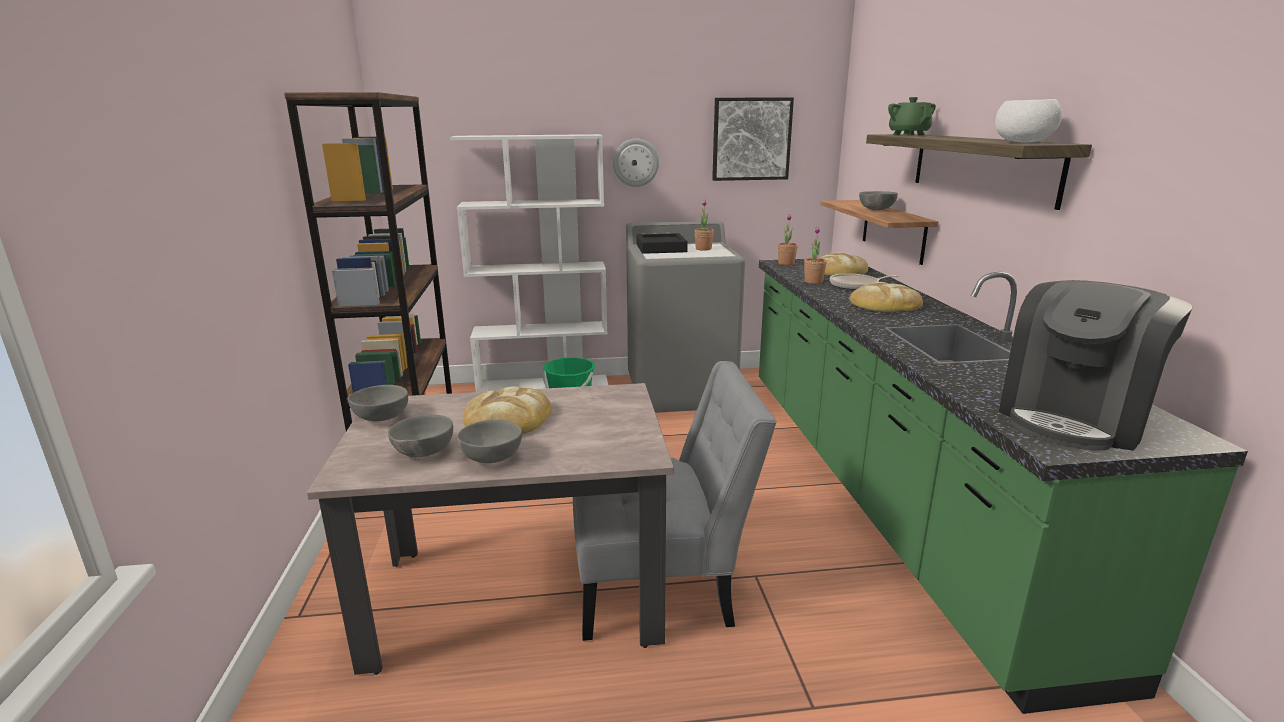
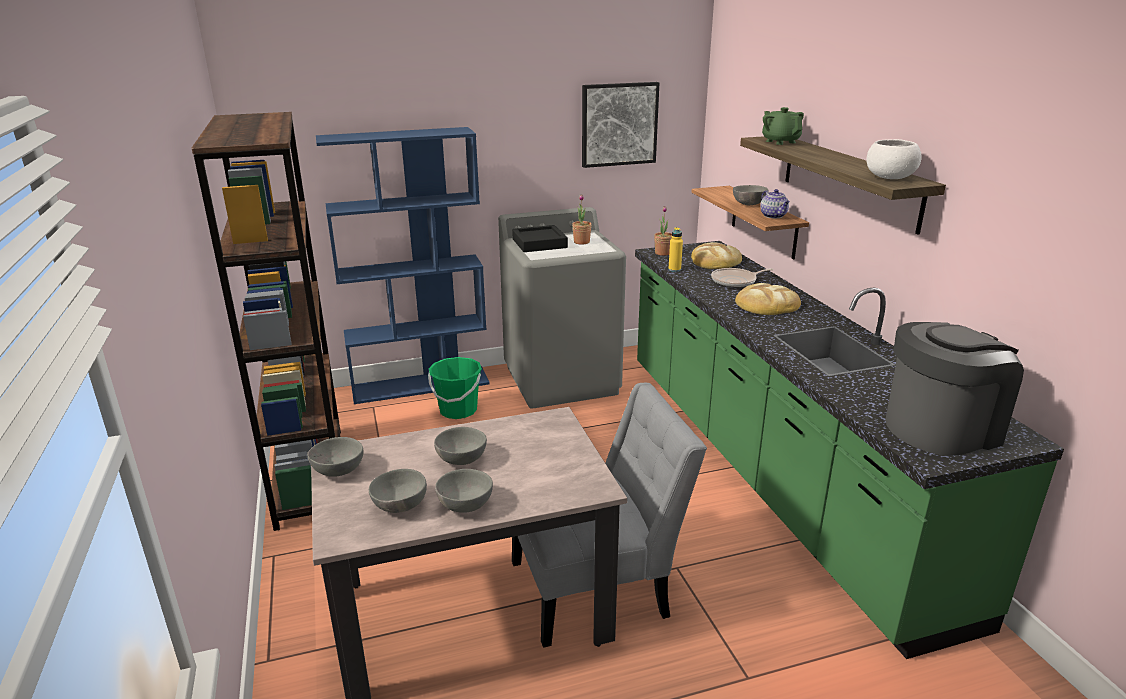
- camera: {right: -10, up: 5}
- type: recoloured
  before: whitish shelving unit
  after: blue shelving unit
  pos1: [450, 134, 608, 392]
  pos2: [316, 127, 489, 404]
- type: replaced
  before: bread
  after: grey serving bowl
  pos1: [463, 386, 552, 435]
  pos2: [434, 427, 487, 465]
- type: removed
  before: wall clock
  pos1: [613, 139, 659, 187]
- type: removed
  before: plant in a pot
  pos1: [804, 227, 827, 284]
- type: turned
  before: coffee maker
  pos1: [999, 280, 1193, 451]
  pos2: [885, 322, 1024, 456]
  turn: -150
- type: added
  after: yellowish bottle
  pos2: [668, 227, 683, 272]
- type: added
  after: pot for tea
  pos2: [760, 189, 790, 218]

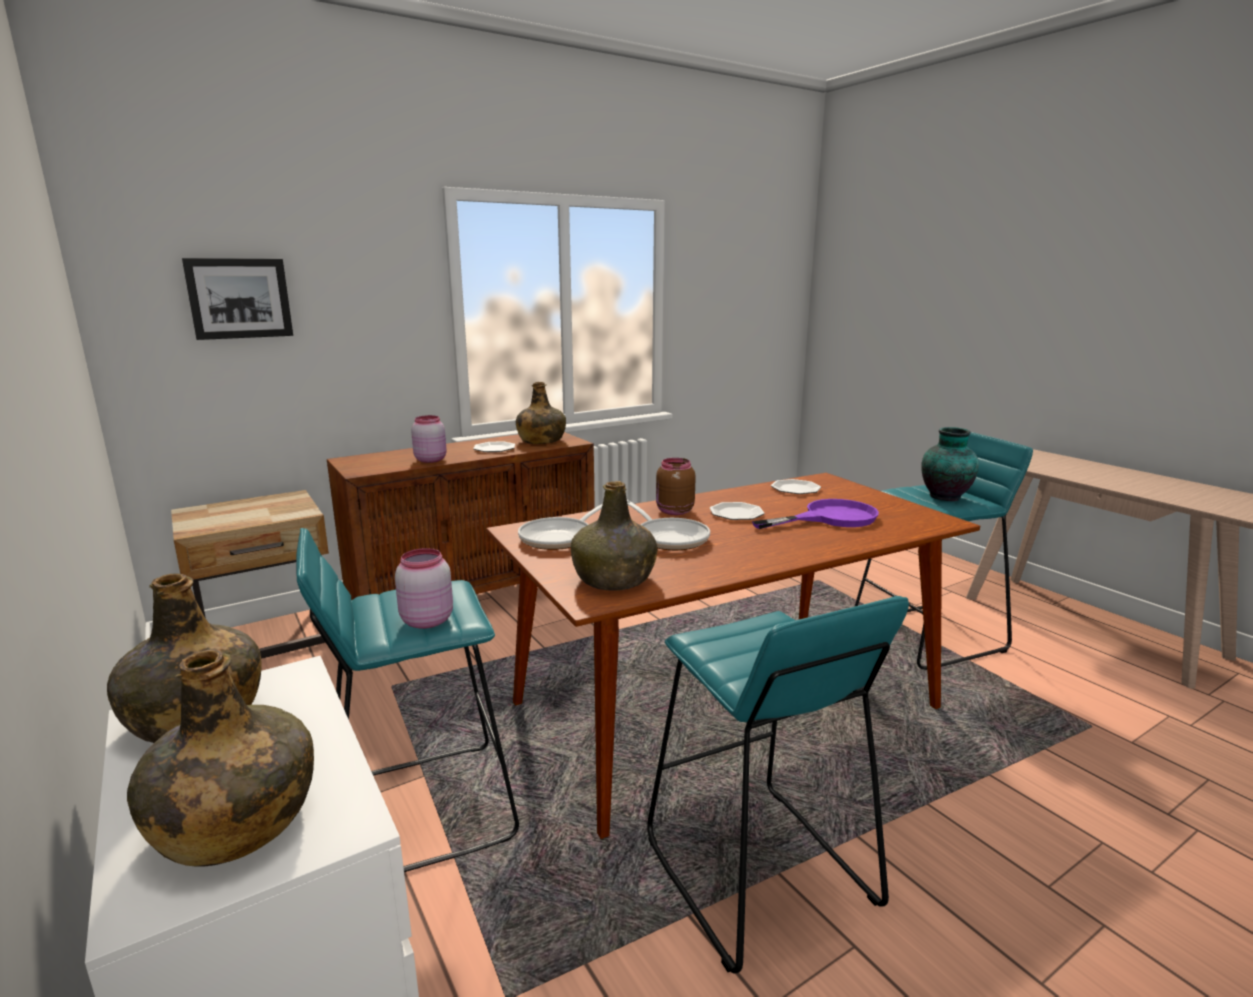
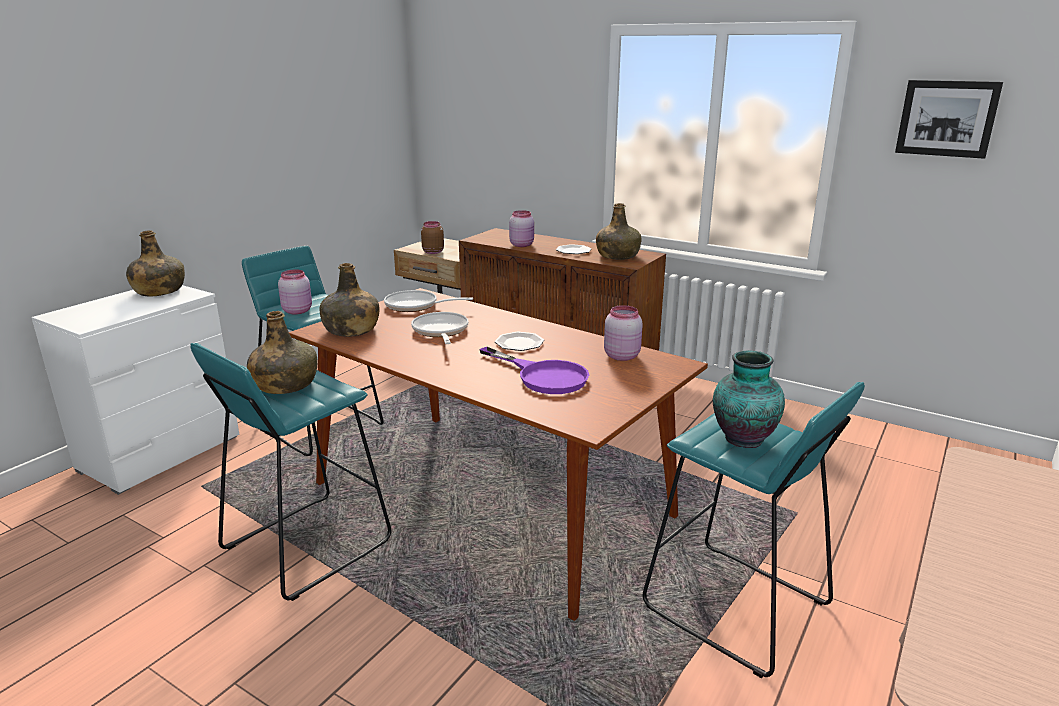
- camera: {right: 65, up: 5}
- type: moved
  before: green bottle
  pos1: [127, 649, 314, 867]
  pos2: [247, 311, 317, 394]
- type: moved
  before: picture
  pos1: [182, 258, 293, 340]
  pos2: [895, 80, 1003, 159]
- type: turned
  before: frying pan
  pos1: [627, 500, 710, 550]
  pos2: [411, 312, 469, 344]
  turn: 135
- type: moved
  before: brown preserve jar
  pos1: [656, 458, 696, 515]
  pos2: [421, 221, 444, 254]
- type: replaced
  before: dinner plate
  after: pink-coloured preserve jar
  pos1: [771, 479, 821, 494]
  pos2: [604, 305, 643, 361]

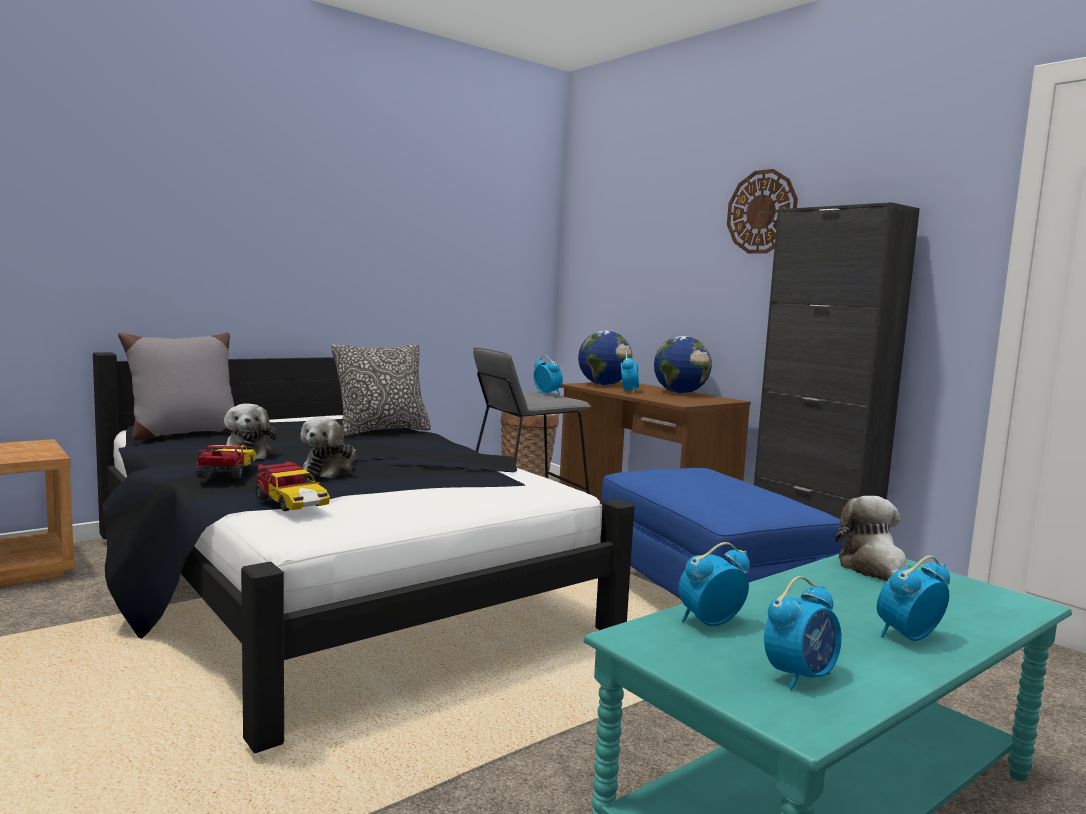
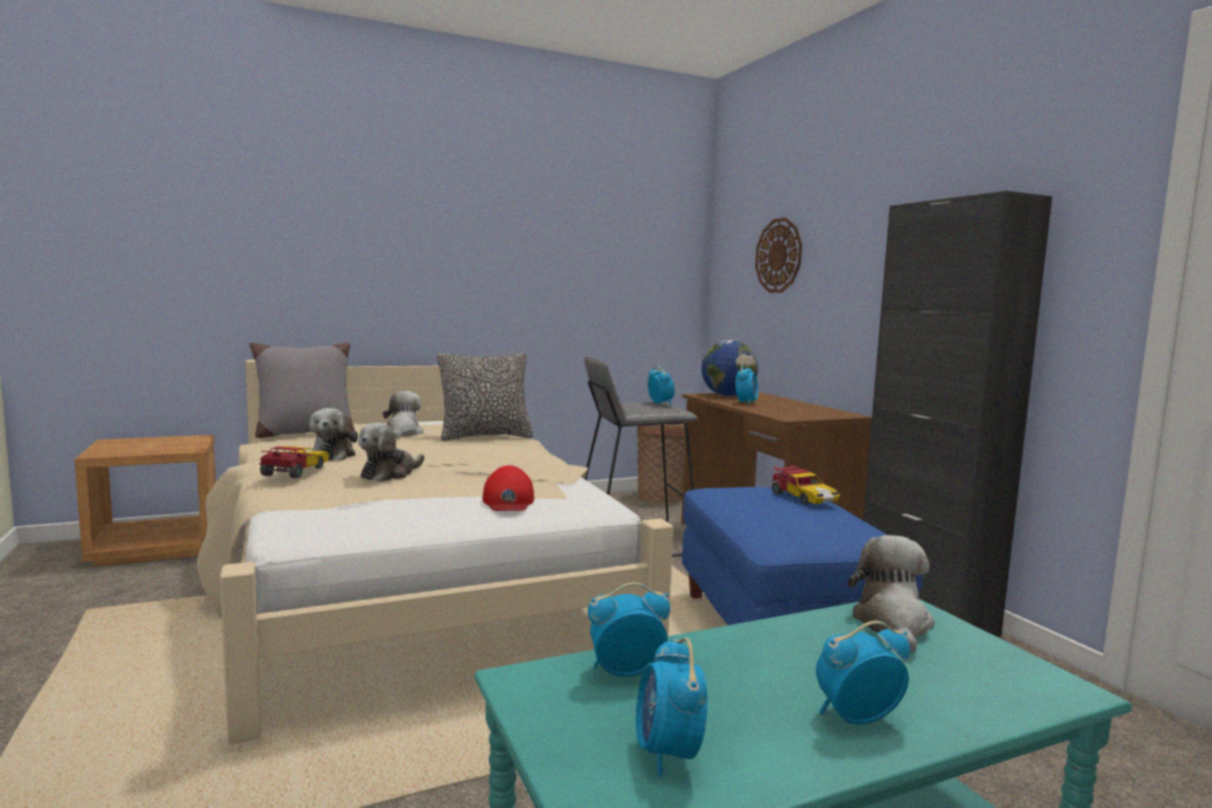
- camera: {right: 15, up: 0}
- type: recoloured
  before: black bed
  after: beige bed
  pos1: [93, 352, 634, 753]
  pos2: [197, 360, 673, 744]
- type: moved
  before: model car
  pos1: [255, 461, 330, 511]
  pos2: [772, 465, 840, 505]
- type: removed
  before: desk globe
  pos1: [654, 336, 712, 393]
- type: moved
  before: wall clock
  pos1: [727, 169, 798, 254]
  pos2: [755, 218, 802, 293]
- type: turned
  before: table clock
  pos1: [764, 576, 841, 690]
  pos2: [636, 637, 708, 777]
  turn: 105
- type: added
  after: soft toy
  pos2: [383, 391, 424, 438]
- type: added
  after: reddish cap
  pos2: [482, 465, 534, 511]

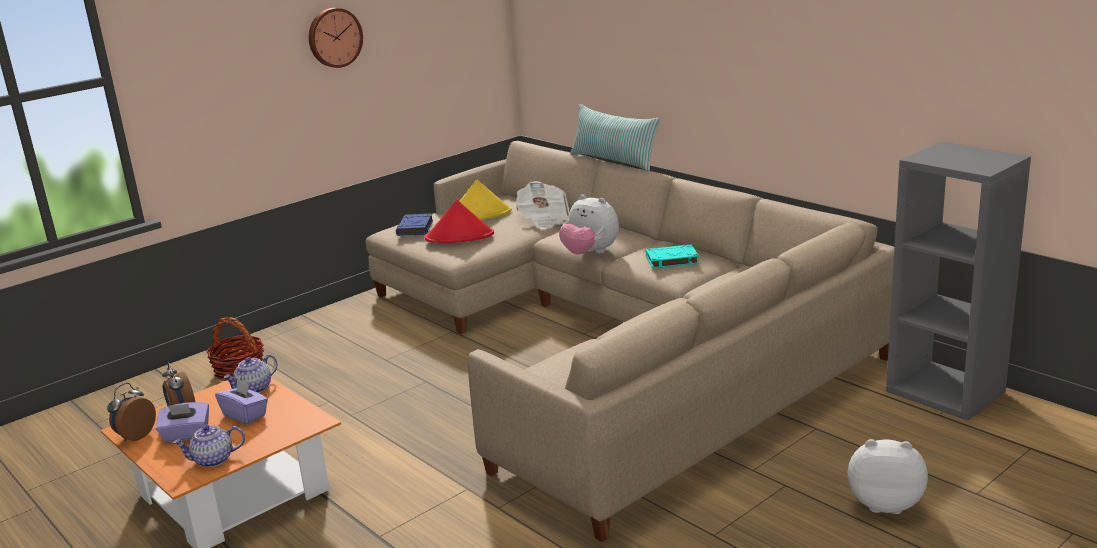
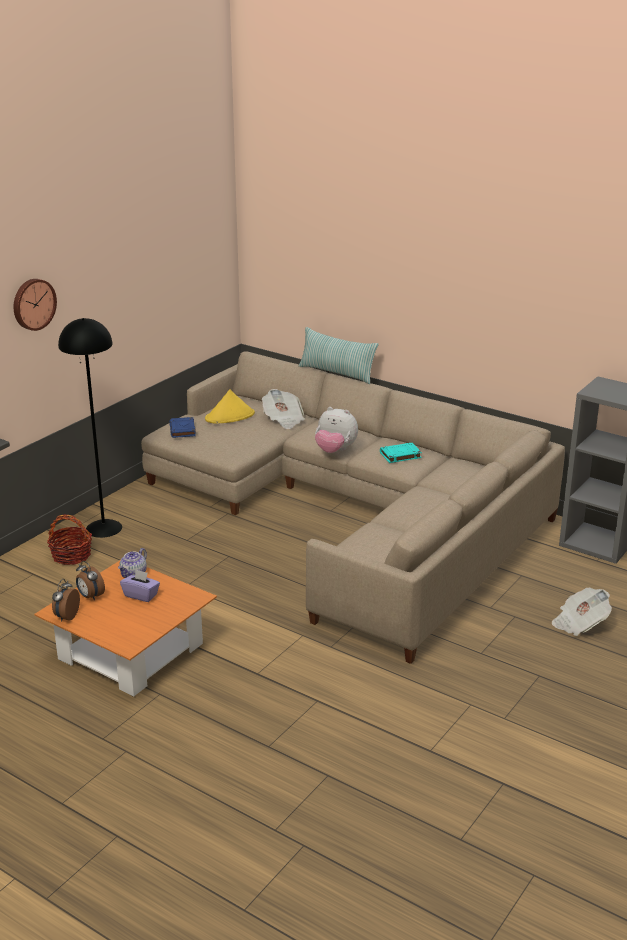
- camera: {right: -15, up: 5}
- type: removed
  before: purple-coloured tissue holder
  pos1: [156, 402, 209, 442]
- type: removed
  before: pot for tea
  pos1: [173, 425, 245, 468]
- type: moved
  before: wall clock
  pos1: [309, 8, 363, 68]
  pos2: [14, 279, 57, 331]
- type: removed
  before: reddish hat
  pos1: [425, 200, 494, 243]
- type: replaced
  before: soft toy
  after: newspaper
  pos1: [847, 439, 928, 514]
  pos2: [552, 588, 612, 636]
- type: added
  after: black standard lamp
  pos2: [58, 318, 122, 538]

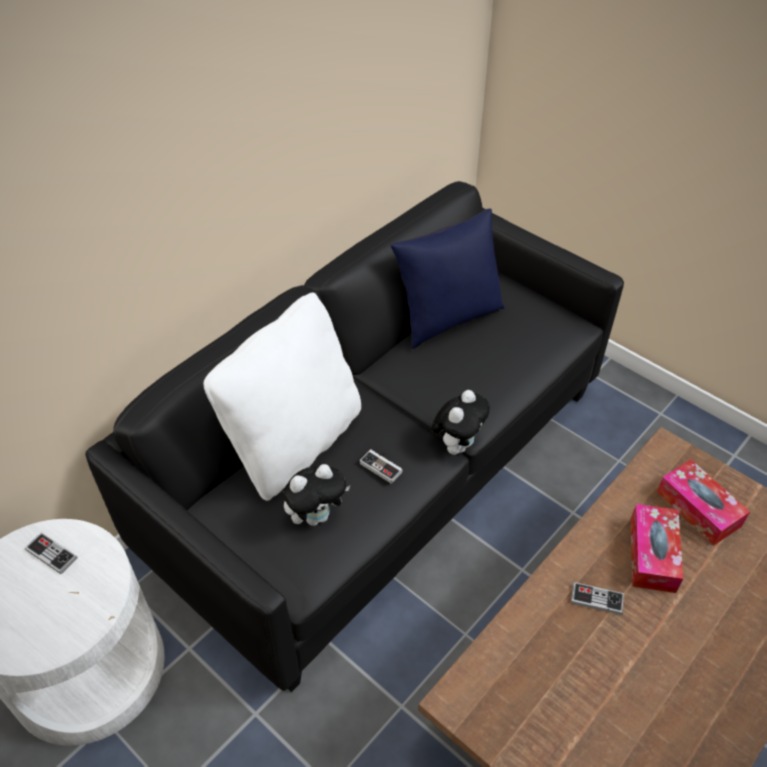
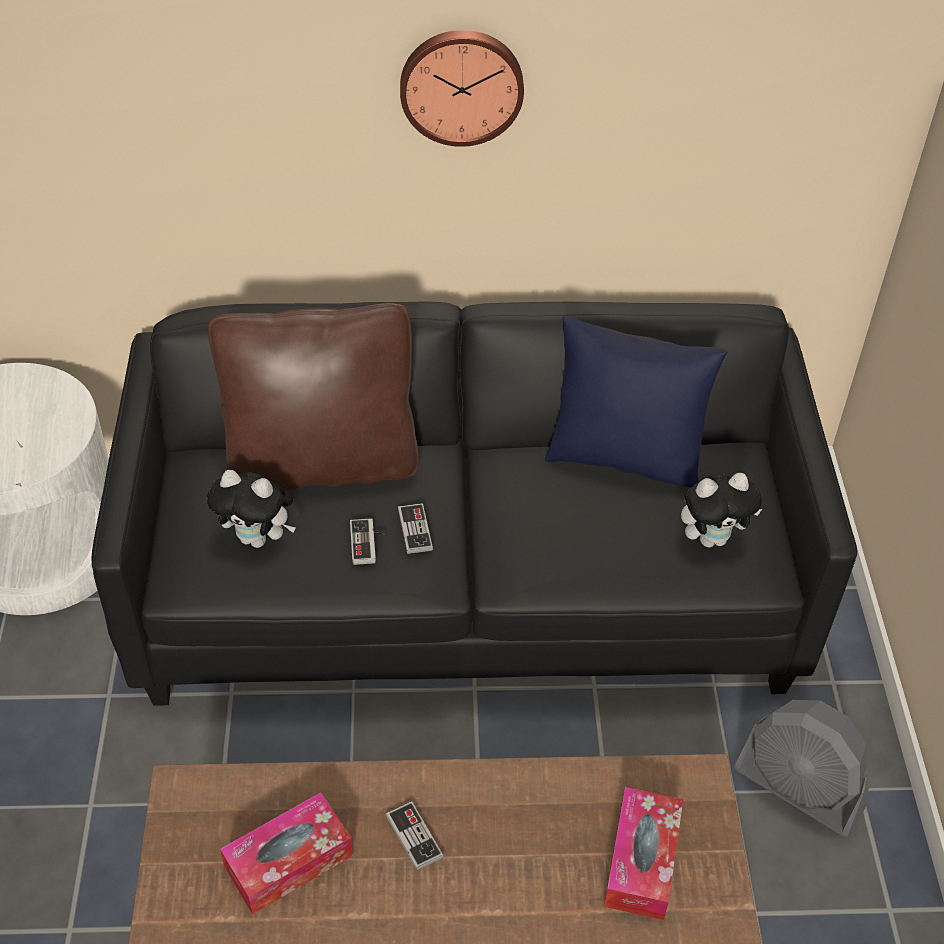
- camera: {right: 45, up: 0}
- type: moved
  before: joypad
  pos1: [25, 532, 77, 574]
  pos2: [398, 503, 433, 554]
- type: recoloured
  before: whitish cushion
  after: brown cushion
  pos1: [204, 292, 361, 501]
  pos2: [208, 303, 419, 491]
- type: moved
  before: soft toy
  pos1: [431, 390, 490, 455]
  pos2: [681, 473, 762, 548]
- type: moved
  before: tissue holder
  pos1: [631, 504, 683, 593]
  pos2: [220, 792, 353, 915]
- type: added
  after: wall clock
  pos2: [400, 30, 524, 147]
- type: added
  after: grey electric fan
  pos2: [734, 700, 869, 837]

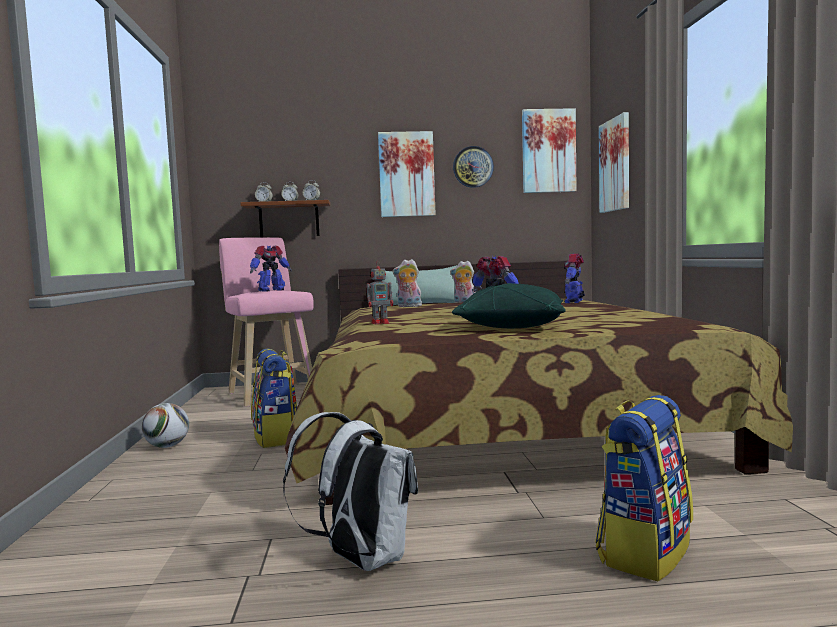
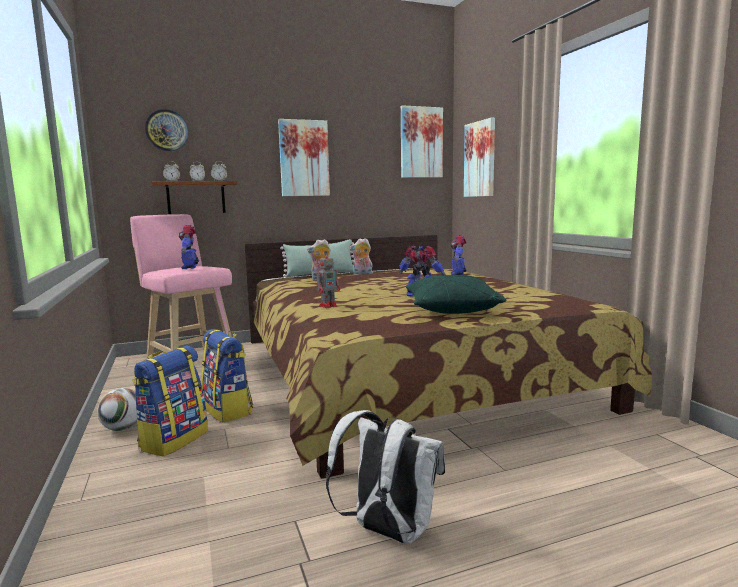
- camera: {right: -15, up: 5}
- type: turned
  before: robot figure
  pos1: [250, 245, 292, 292]
  pos2: [179, 225, 199, 269]
  turn: 135
- type: moved
  before: wall clock
  pos1: [453, 146, 494, 188]
  pos2: [145, 109, 188, 151]
- type: moved
  before: backpack
  pos1: [595, 395, 693, 581]
  pos2: [132, 346, 208, 457]

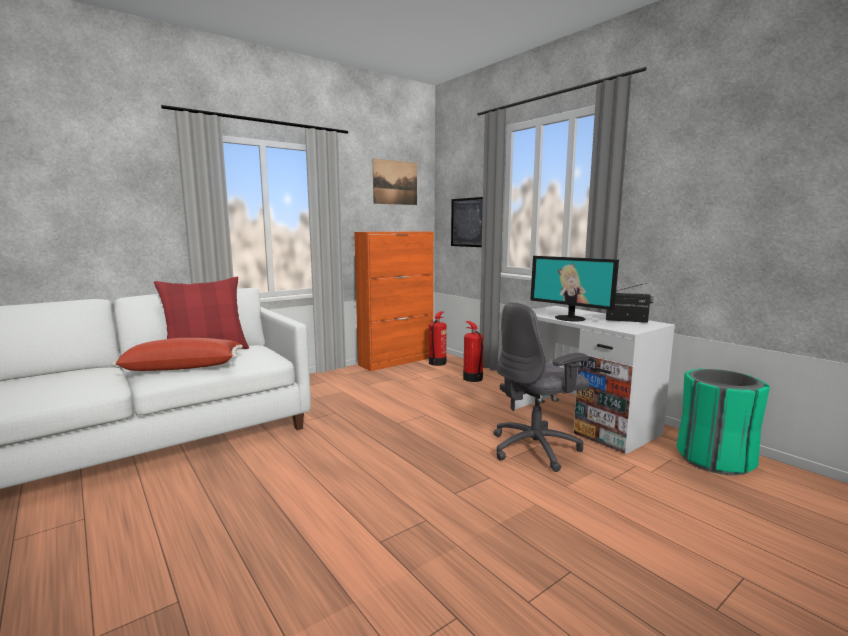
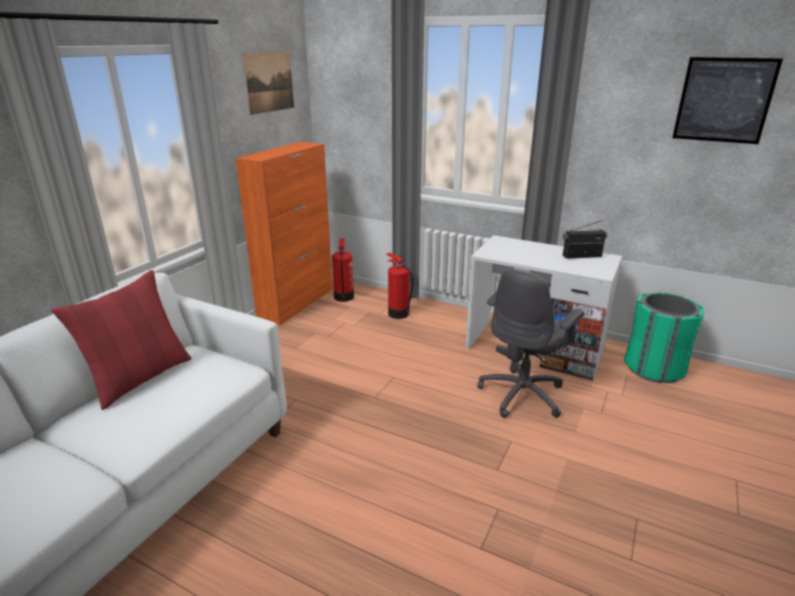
- camera: {right: -25, up: 15}
- type: removed
  before: reddish cushion
  pos1: [111, 338, 243, 371]
- type: moved
  before: picture
  pos1: [451, 197, 483, 247]
  pos2: [672, 57, 783, 144]
- type: removed
  before: computer screen
  pos1: [530, 256, 619, 322]

